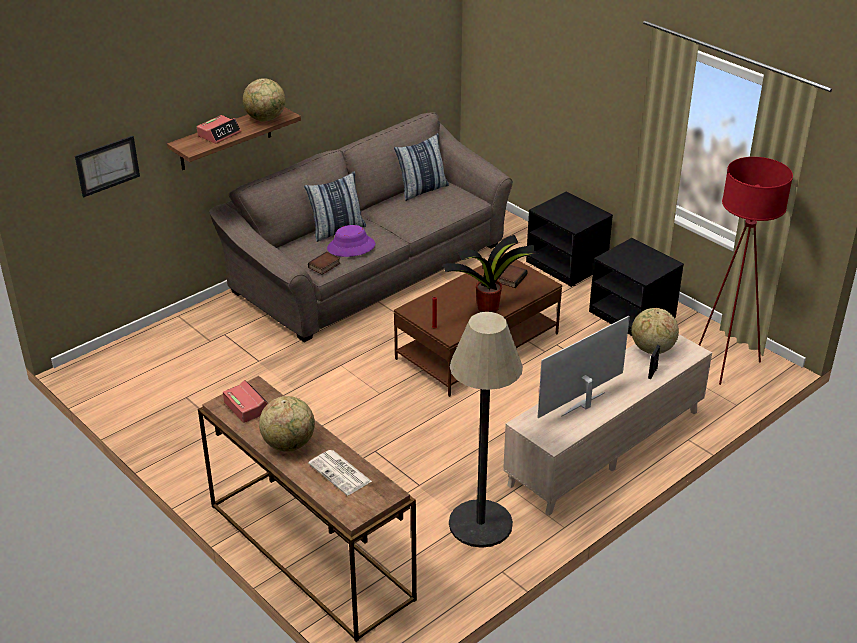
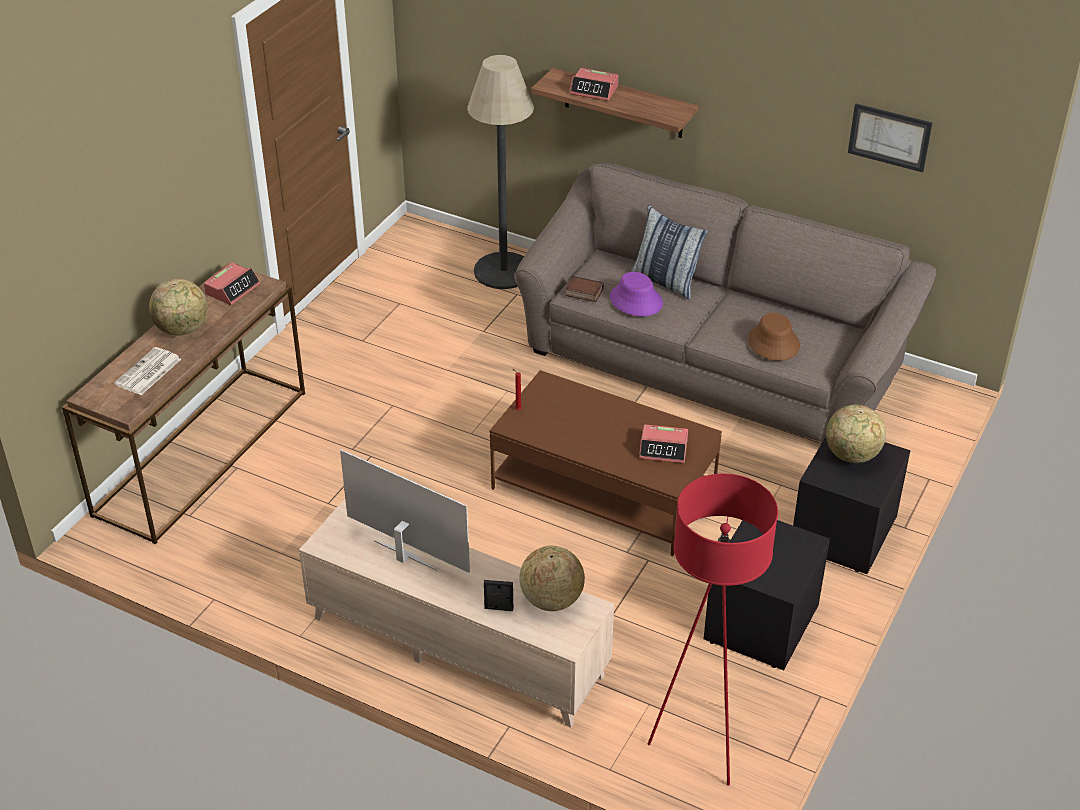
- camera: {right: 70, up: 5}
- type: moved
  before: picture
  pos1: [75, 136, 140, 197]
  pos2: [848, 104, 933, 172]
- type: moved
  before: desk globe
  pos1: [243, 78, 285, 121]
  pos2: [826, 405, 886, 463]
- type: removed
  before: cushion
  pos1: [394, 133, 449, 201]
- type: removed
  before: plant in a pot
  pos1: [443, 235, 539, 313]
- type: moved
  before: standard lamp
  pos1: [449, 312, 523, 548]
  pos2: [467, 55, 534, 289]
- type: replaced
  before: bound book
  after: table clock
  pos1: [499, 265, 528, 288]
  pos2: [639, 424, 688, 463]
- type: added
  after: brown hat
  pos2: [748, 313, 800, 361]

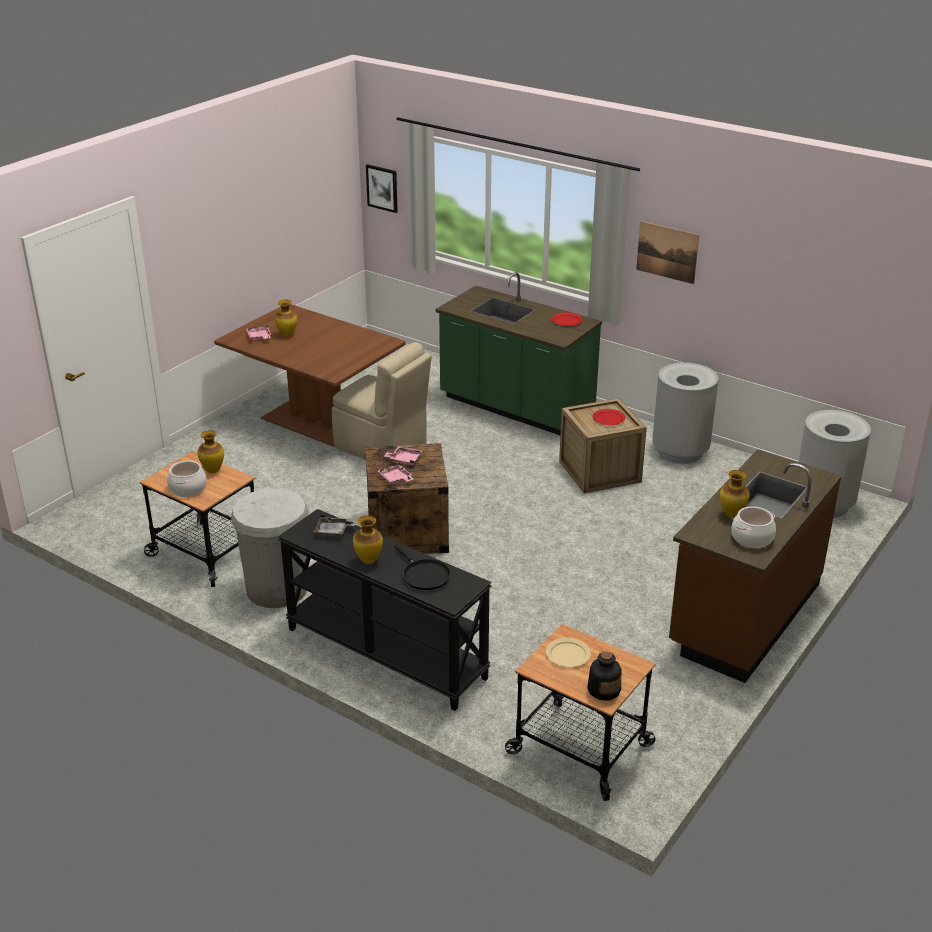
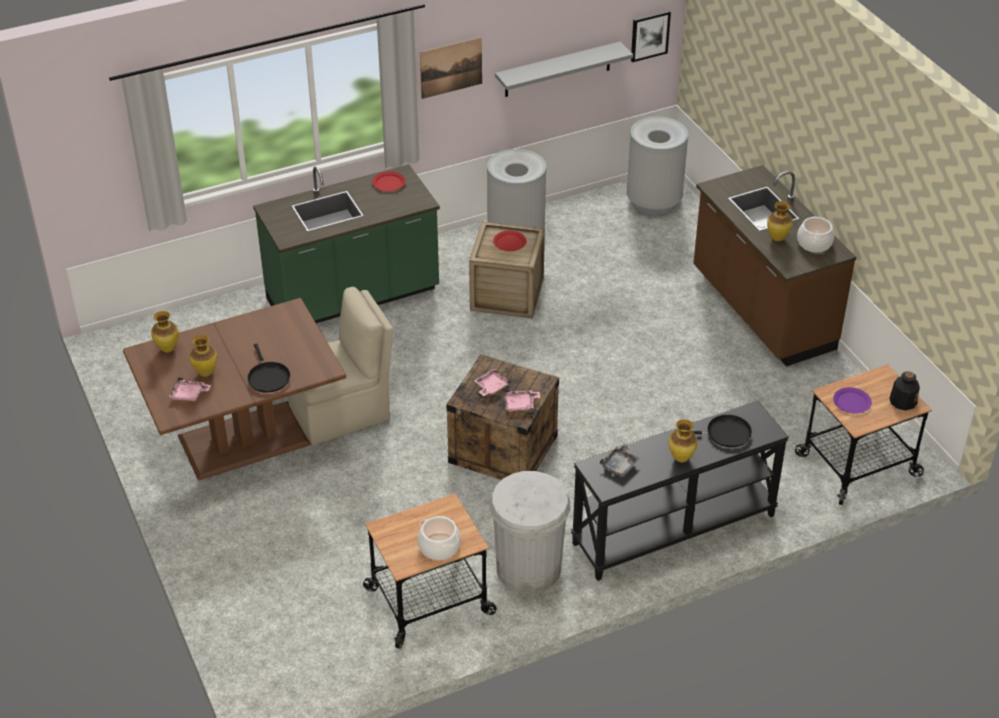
- camera: {right: -60, up: 10}
- type: moved
  before: flower vase
  pos1: [198, 430, 224, 473]
  pos2: [151, 311, 179, 352]
- type: moved
  before: picture
  pos1: [366, 164, 398, 213]
  pos2: [631, 10, 671, 62]
- type: recoloured
  before: beige dinner plate
  after: purple-coloured dinner plate
  pos1: [546, 638, 591, 667]
  pos2: [833, 387, 872, 414]
- type: added
  after: black frying pan
  pos2: [247, 343, 290, 393]
- type: added
  after: grey wall shelf
  pos2: [495, 42, 633, 97]

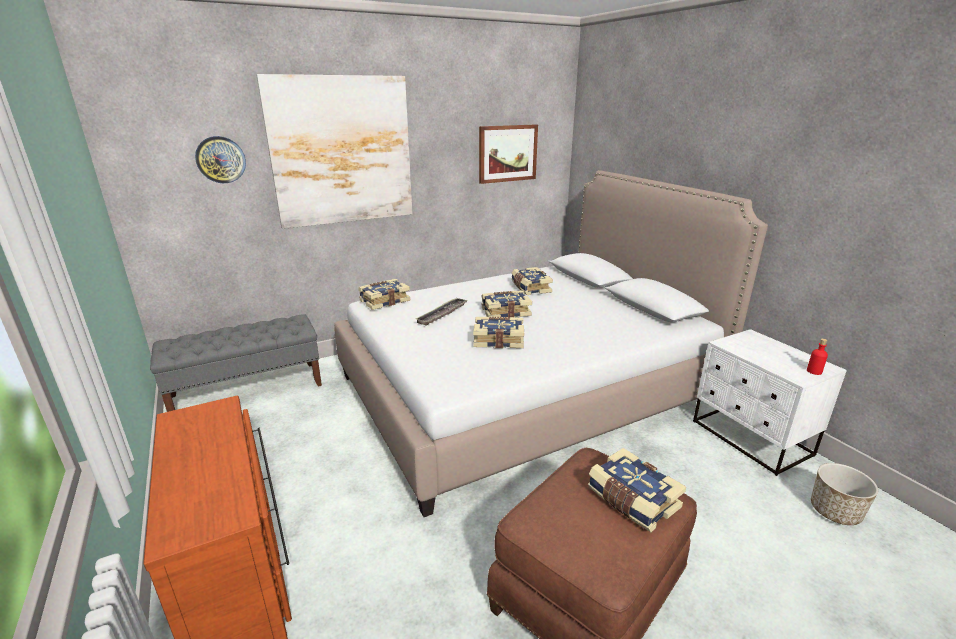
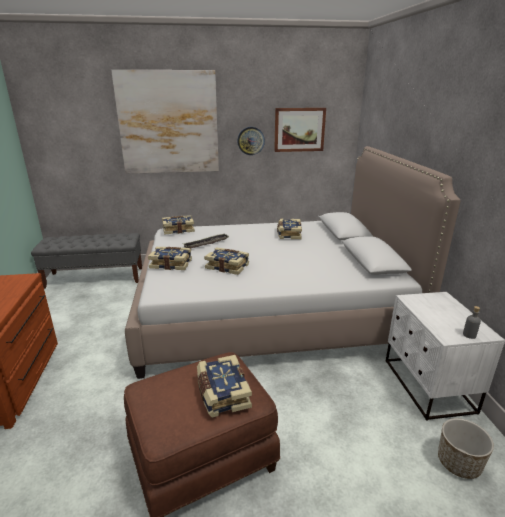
- camera: {right: 20, up: 0}
- type: moved
  before: wall clock
  pos1: [195, 136, 246, 183]
  pos2: [237, 127, 265, 155]
- type: moved
  before: bound book
  pos1: [481, 290, 532, 318]
  pos2: [148, 247, 192, 270]
- type: recoloured
  before: reddish bottle
  after: grey bottle
  pos1: [807, 339, 828, 375]
  pos2: [463, 306, 481, 339]

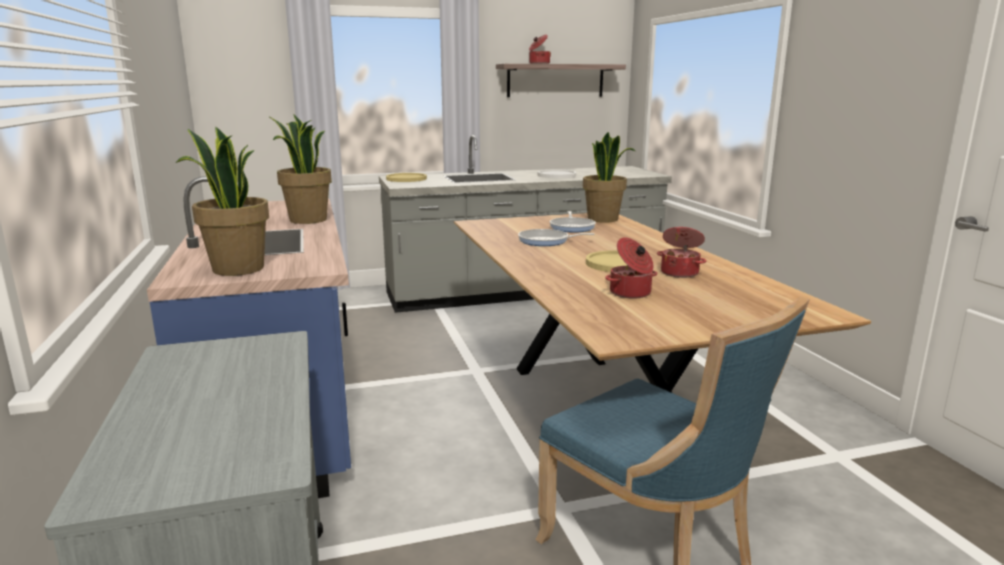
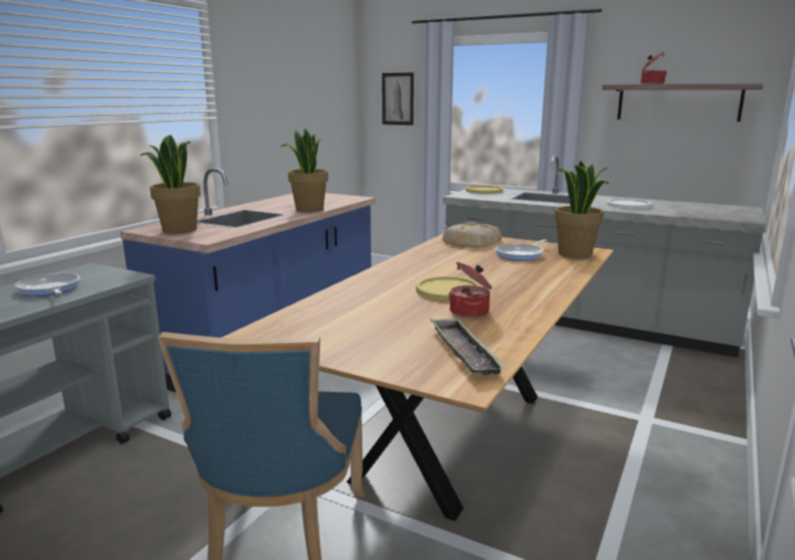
- camera: {right: 45, up: 0}
- type: moved
  before: frying pan
  pos1: [518, 229, 594, 246]
  pos2: [15, 273, 80, 296]
- type: removed
  before: saucepot
  pos1: [605, 237, 657, 299]
- type: added
  after: picture
  pos2: [382, 72, 414, 125]
- type: added
  after: tray
  pos2: [431, 318, 507, 375]
- type: added
  after: bread
  pos2: [442, 222, 502, 248]

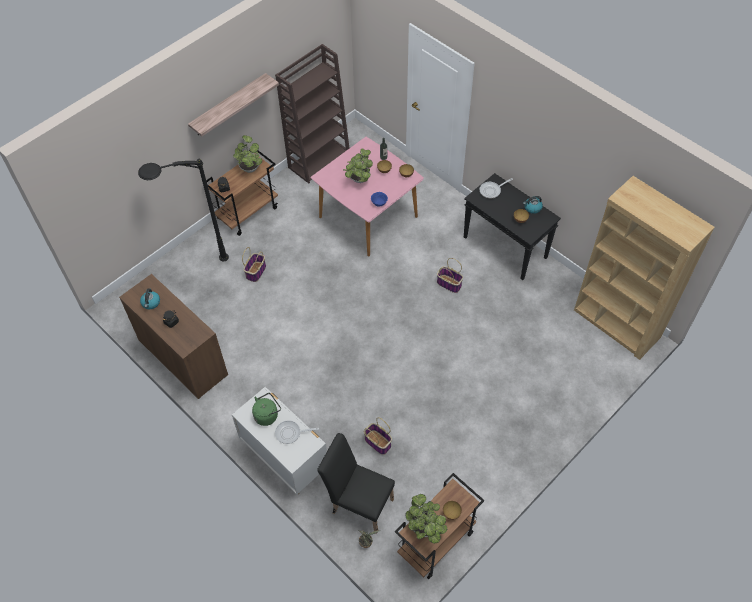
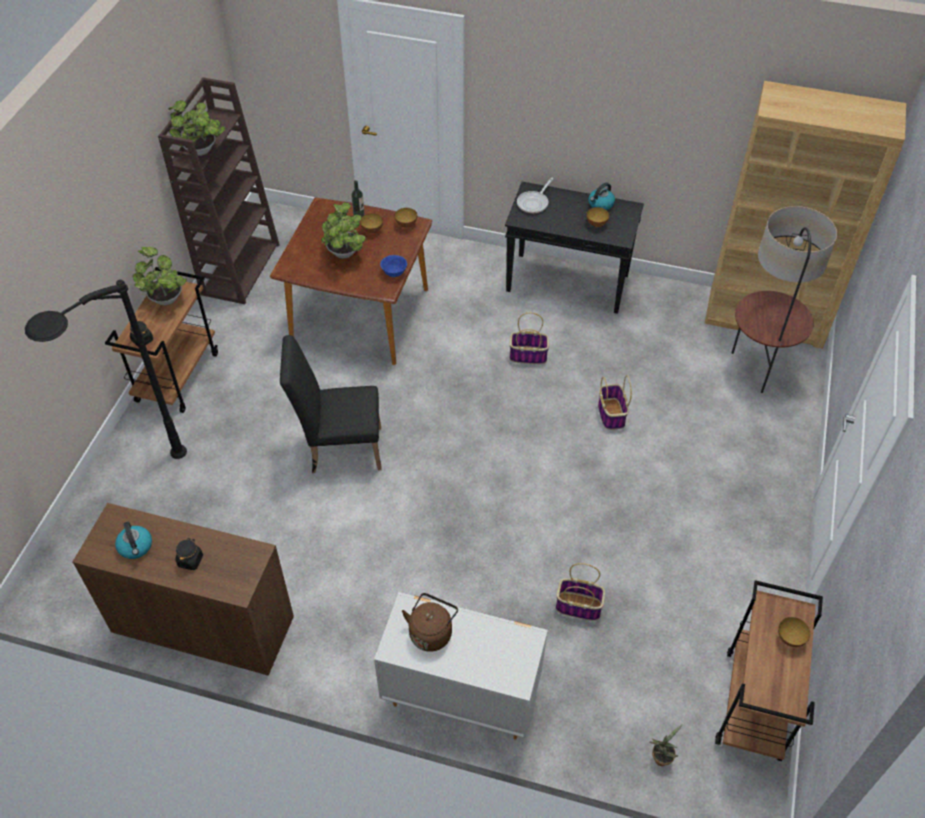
- camera: {right: -30, up: -5}
- type: removed
  before: wall shelf
  pos1: [188, 73, 279, 137]
- type: moved
  before: storage basket
  pos1: [242, 247, 266, 282]
  pos2: [598, 375, 632, 430]
- type: recoloured
  before: green tea kettle
  after: brown tea kettle
  pos1: [252, 393, 281, 426]
  pos2: [402, 593, 458, 652]
- type: removed
  before: frying pan
  pos1: [275, 420, 319, 444]
- type: recoloured
  before: pink-coloured kitchen table
  after: brown kitchen table
  pos1: [310, 137, 424, 256]
  pos2: [270, 198, 432, 365]
- type: moved
  before: black plain chair
  pos1: [317, 433, 395, 534]
  pos2: [280, 335, 382, 473]
- type: moved
  before: plant in a pot
  pos1: [405, 494, 447, 544]
  pos2: [168, 100, 225, 156]
- type: added
  after: standard lamp
  pos2: [731, 206, 837, 393]

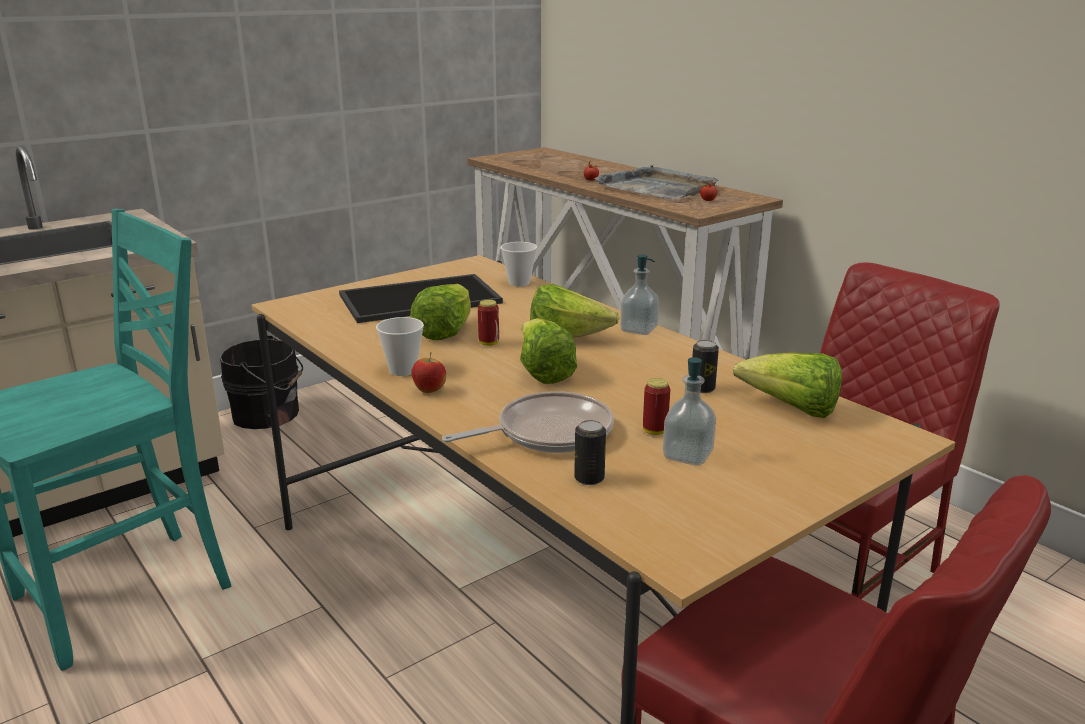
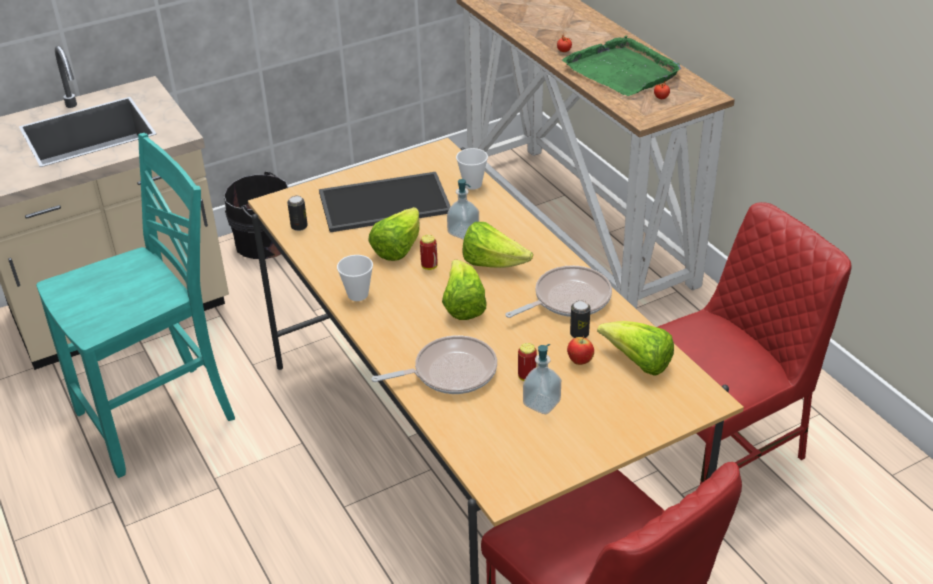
- camera: {right: 10, up: 15}
- type: moved
  before: apple fruit
  pos1: [411, 352, 446, 393]
  pos2: [567, 336, 594, 365]
- type: moved
  before: sealed can
  pos1: [574, 420, 606, 485]
  pos2: [287, 196, 308, 231]
- type: recoloured
  before: grey tray
  after: green tray
  pos1: [594, 165, 719, 199]
  pos2: [562, 36, 681, 96]
- type: moved
  before: soap dispenser
  pos1: [620, 254, 659, 335]
  pos2: [447, 179, 479, 240]
- type: added
  after: frying pan
  pos2: [505, 265, 612, 318]

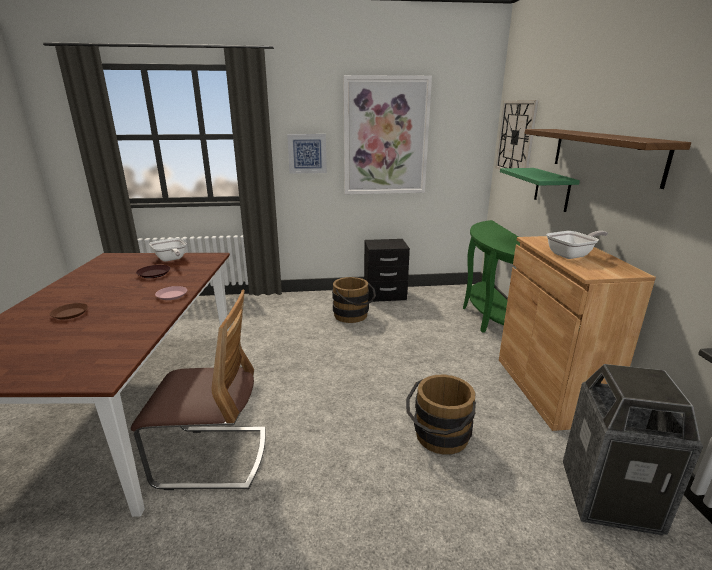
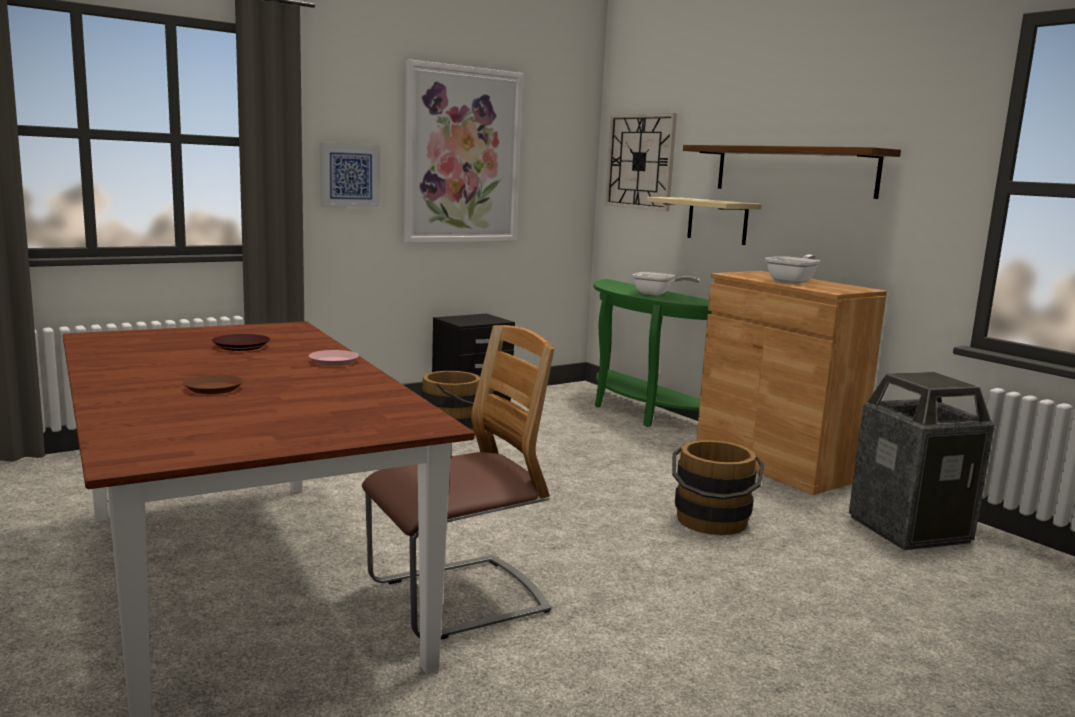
- camera: {right: -30, up: -10}
- type: moved
  before: frying pan
  pos1: [149, 238, 187, 261]
  pos2: [633, 272, 700, 296]
- type: recoloured
  before: green wall shelf
  after: beige wall shelf
  pos1: [500, 168, 580, 212]
  pos2: [646, 197, 762, 245]

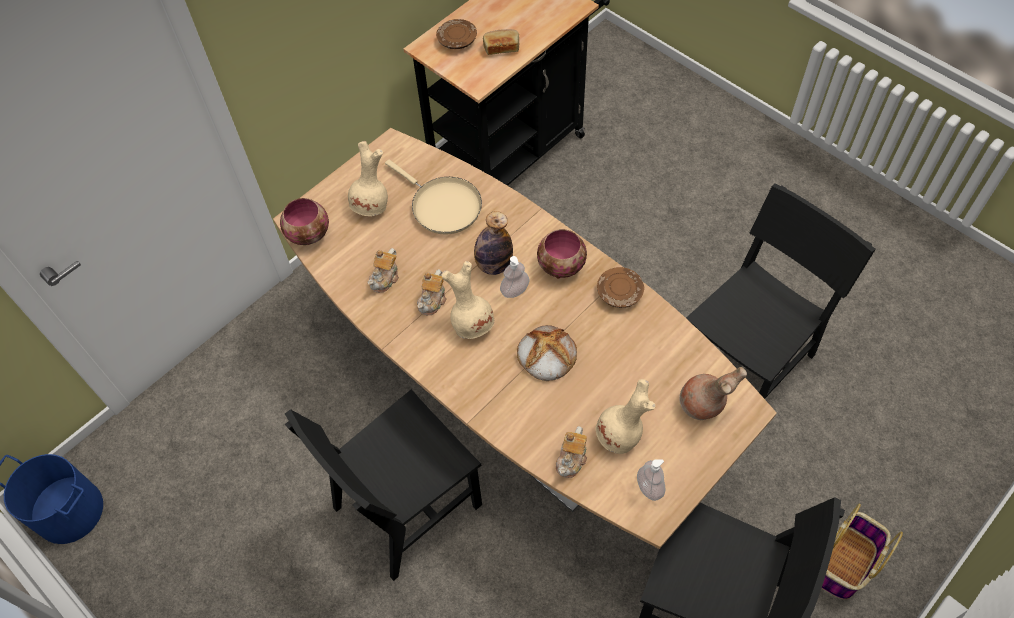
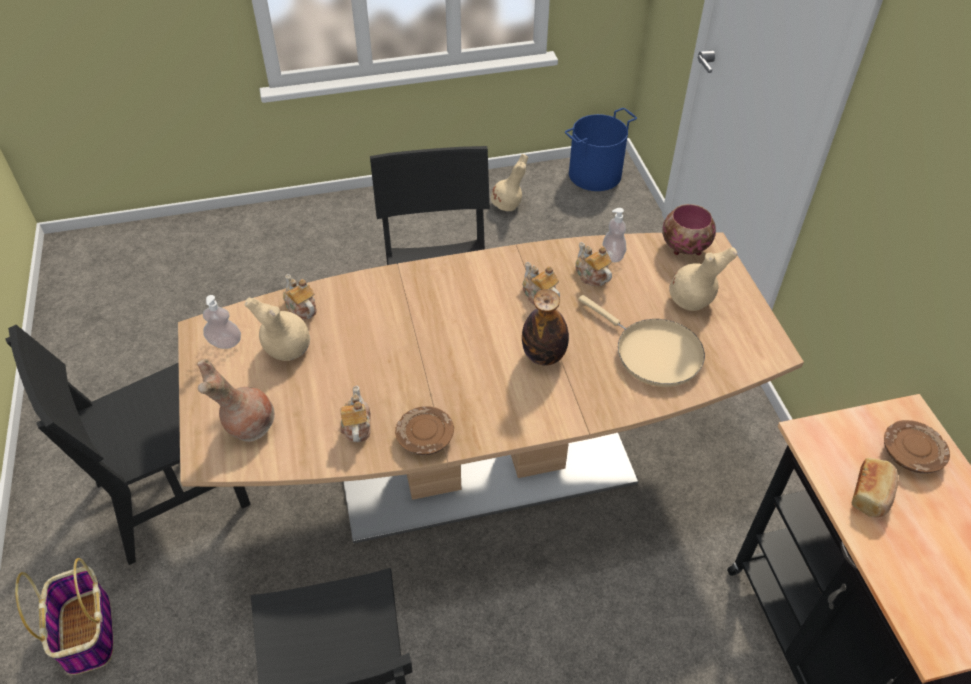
- camera: {right: 120, up: -10}
- type: turned
  before: beige frying pan
  pos1: [385, 159, 482, 235]
  pos2: [578, 295, 705, 387]
  turn: -120
- type: moved
  before: beige flower vase
  pos1: [441, 261, 494, 339]
  pos2: [491, 154, 528, 211]
- type: moved
  before: soap dispenser
  pos1: [500, 256, 529, 298]
  pos2: [603, 208, 626, 262]
- type: removed
  before: bread
  pos1: [517, 325, 577, 381]
- type: removed
  before: serving bowl
  pos1: [537, 229, 587, 279]
- type: added
  after: pot for tea
  pos2: [340, 385, 371, 442]

